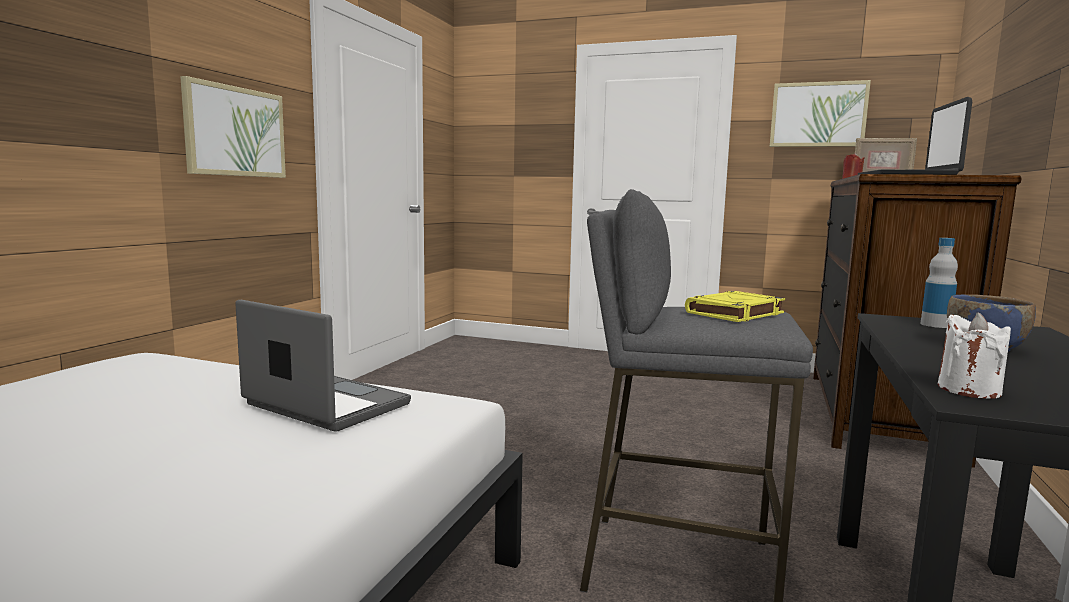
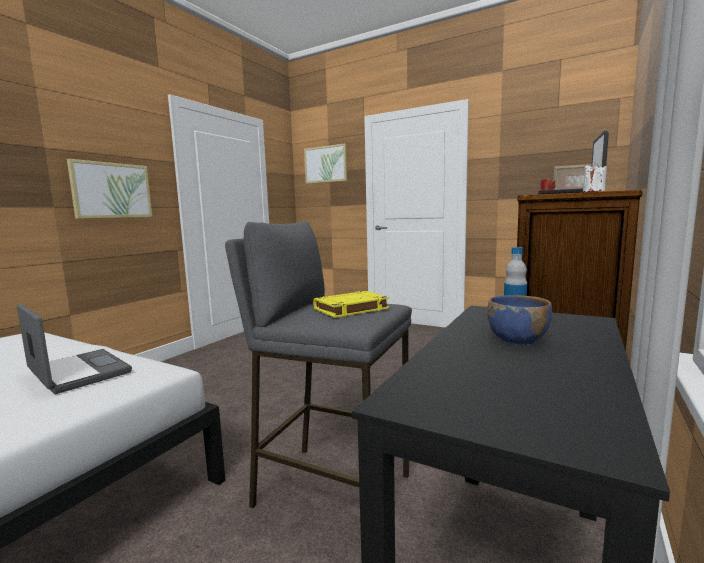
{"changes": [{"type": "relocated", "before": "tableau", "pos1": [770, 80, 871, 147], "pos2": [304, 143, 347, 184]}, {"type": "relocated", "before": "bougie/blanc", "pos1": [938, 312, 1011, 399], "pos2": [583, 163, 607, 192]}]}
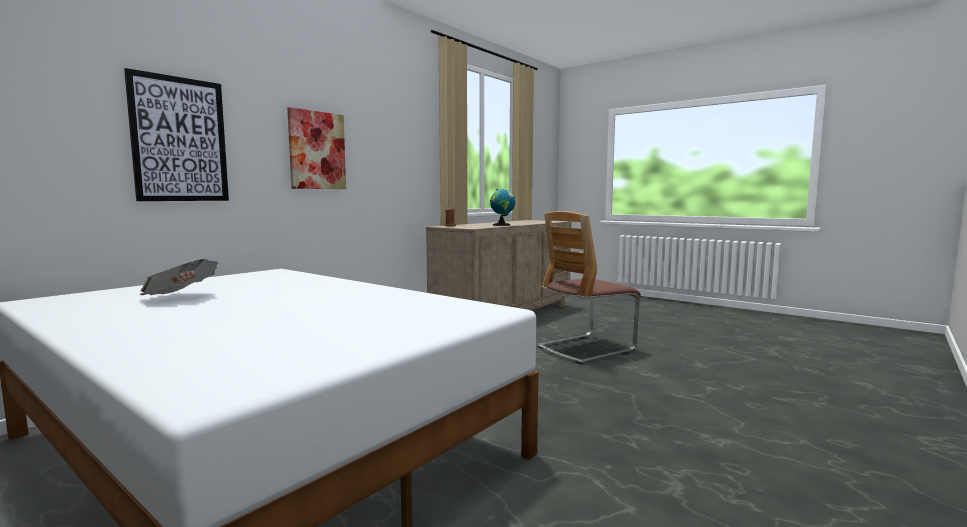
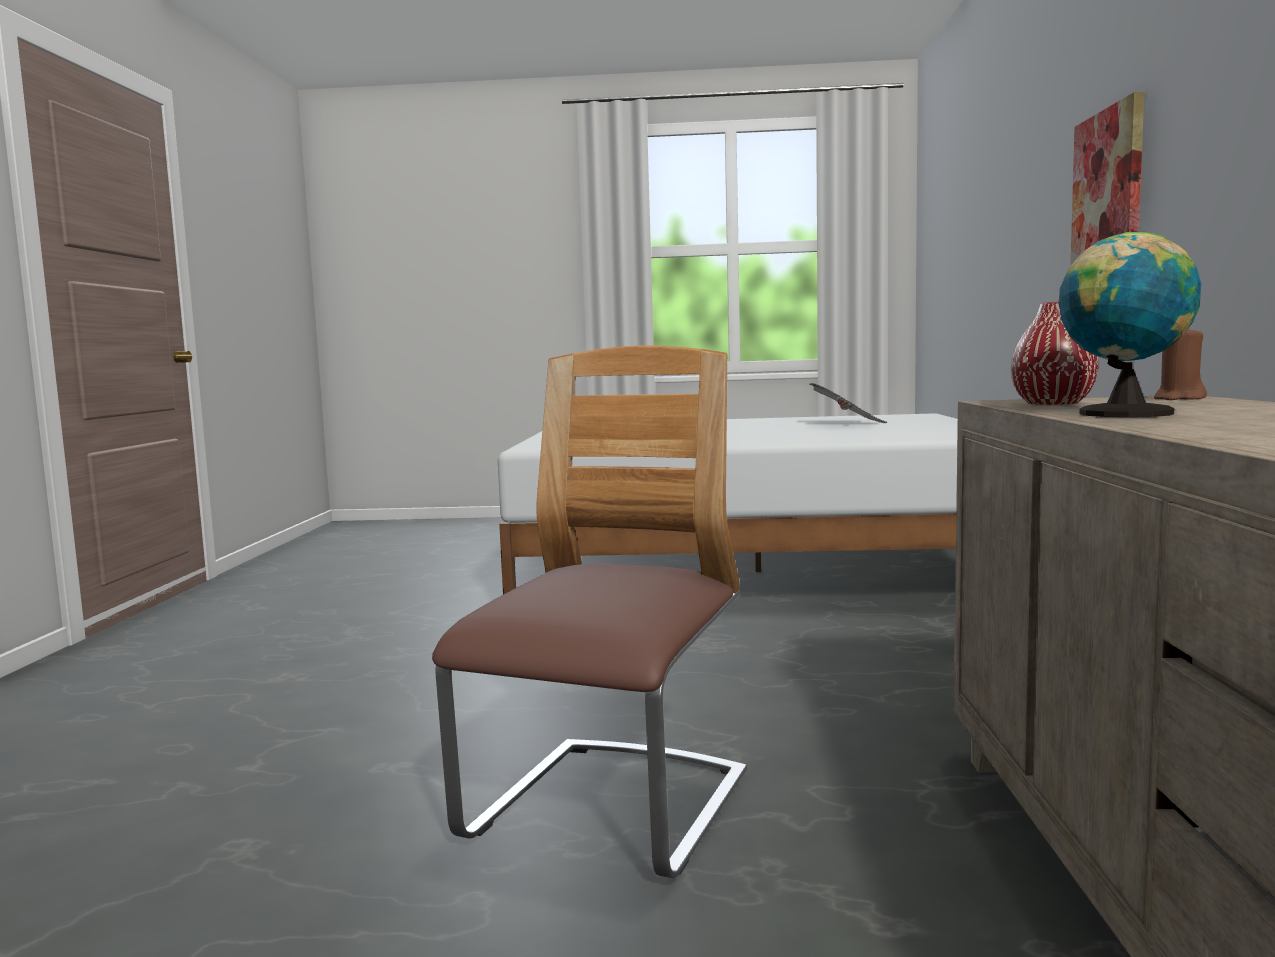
{"changes": [{"type": "missing", "before": "tableau", "pos1": [124, 68, 229, 201]}, {"type": "appeared", "after": "vase/rouge", "pos2": [1011, 302, 1099, 405]}]}
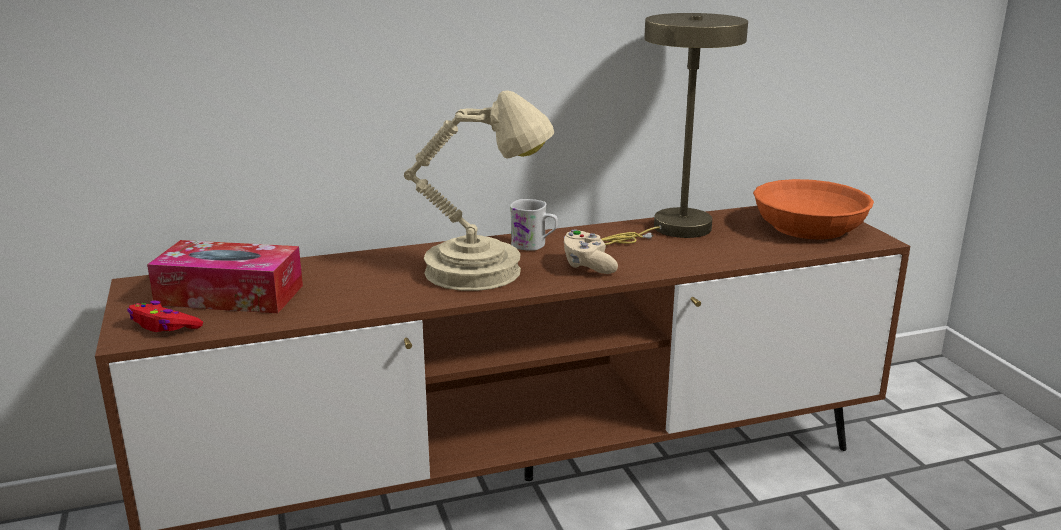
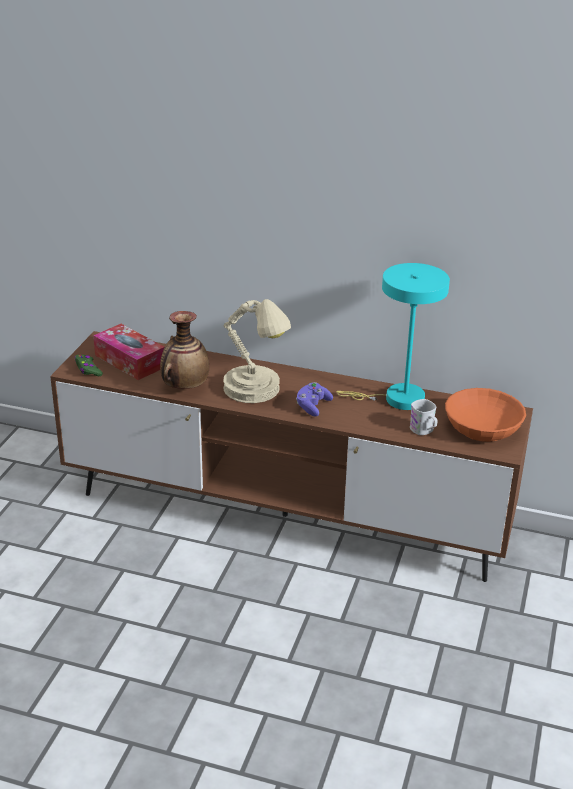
{"changes": [{"type": "appeared", "after": "vase", "pos2": [160, 311, 209, 389]}, {"type": "relocated", "before": "mug/blanc", "pos1": [510, 199, 558, 251], "pos2": [410, 399, 438, 435]}, {"type": "colour", "before": "manette/rouge", "after": "manette/vert", "pos1": [127, 301, 203, 332], "pos2": [75, 355, 103, 376]}, {"type": "colour", "before": "manette/beige", "after": "manette/violet", "pos1": [564, 230, 618, 274], "pos2": [296, 382, 333, 416]}, {"type": "colour", "before": "lampe de table/beige", "after": "lampe de table/turquoise", "pos1": [602, 13, 748, 245], "pos2": [336, 263, 450, 410]}]}
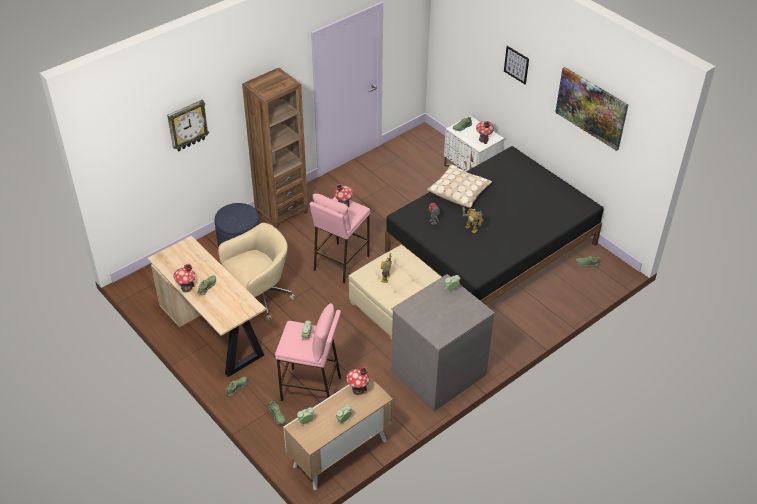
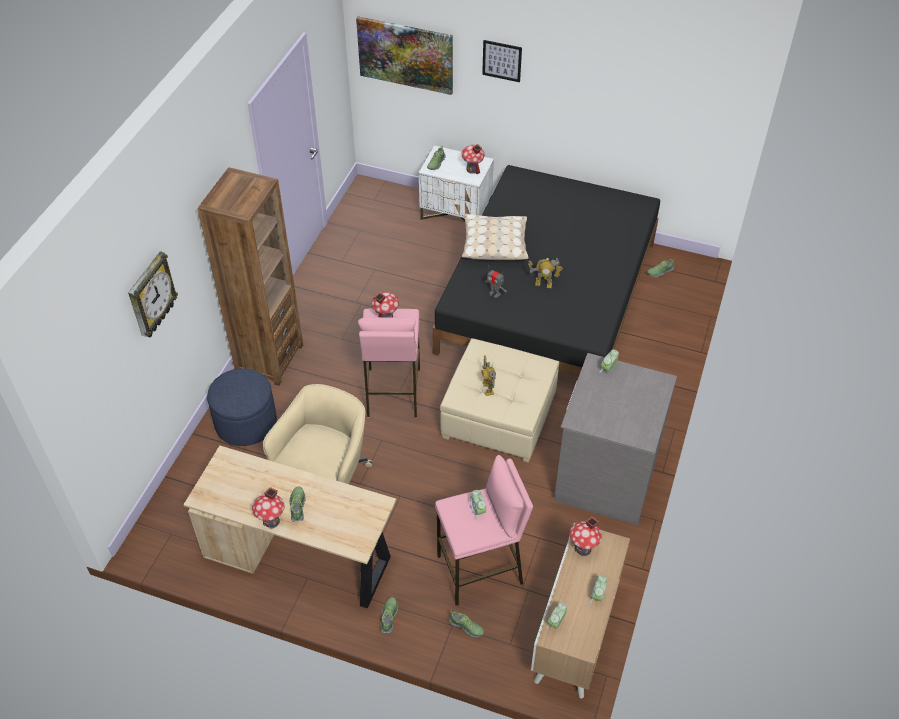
{"changes": [{"type": "relocated", "before": "tableau", "pos1": [555, 67, 628, 151], "pos2": [356, 16, 453, 95]}]}
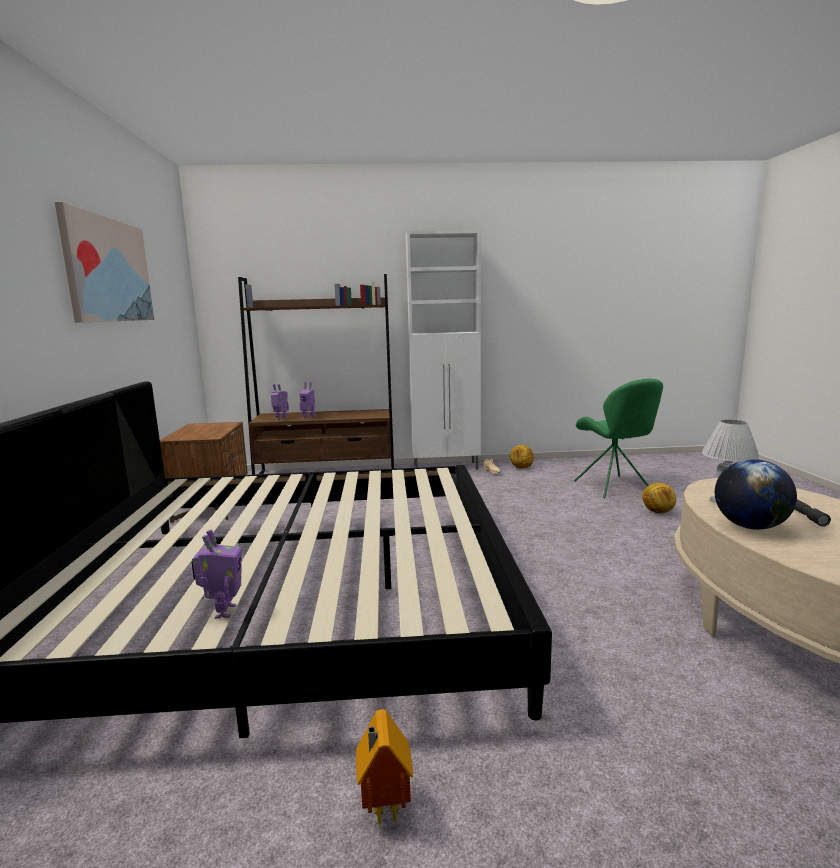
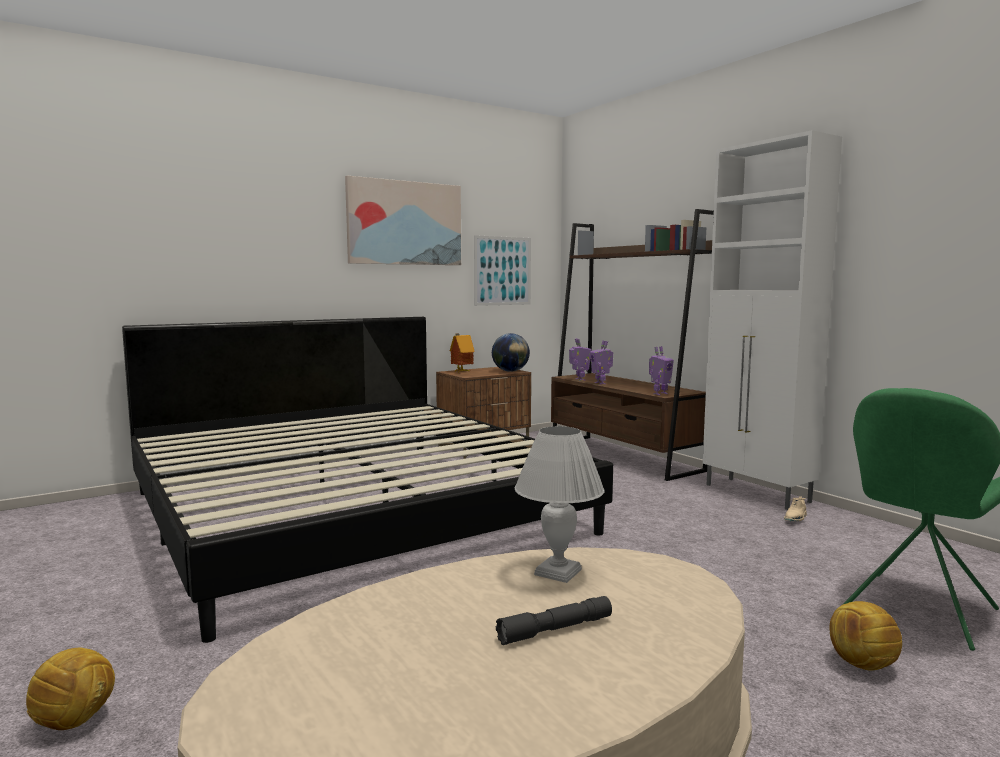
{"changes": [{"type": "appeared", "after": "tableau", "pos2": [474, 235, 531, 306]}, {"type": "relocated", "before": "robot jouet", "pos1": [192, 529, 242, 619], "pos2": [649, 346, 674, 395]}, {"type": "relocated", "before": "maison miniature", "pos1": [356, 709, 413, 826], "pos2": [450, 334, 475, 373]}, {"type": "relocated", "before": "ballon de foot", "pos1": [510, 445, 534, 469], "pos2": [26, 648, 115, 730]}, {"type": "relocated", "before": "globe", "pos1": [715, 459, 797, 530], "pos2": [492, 333, 530, 372]}]}
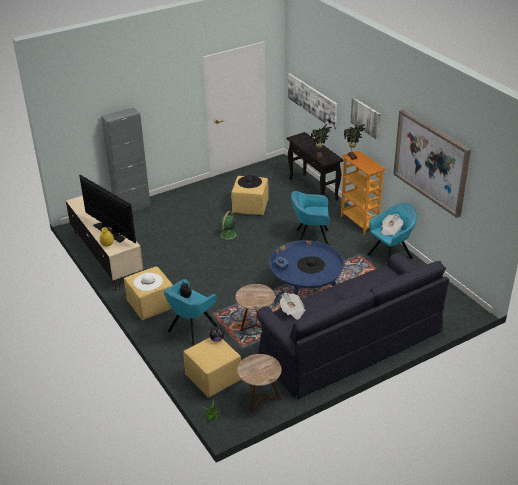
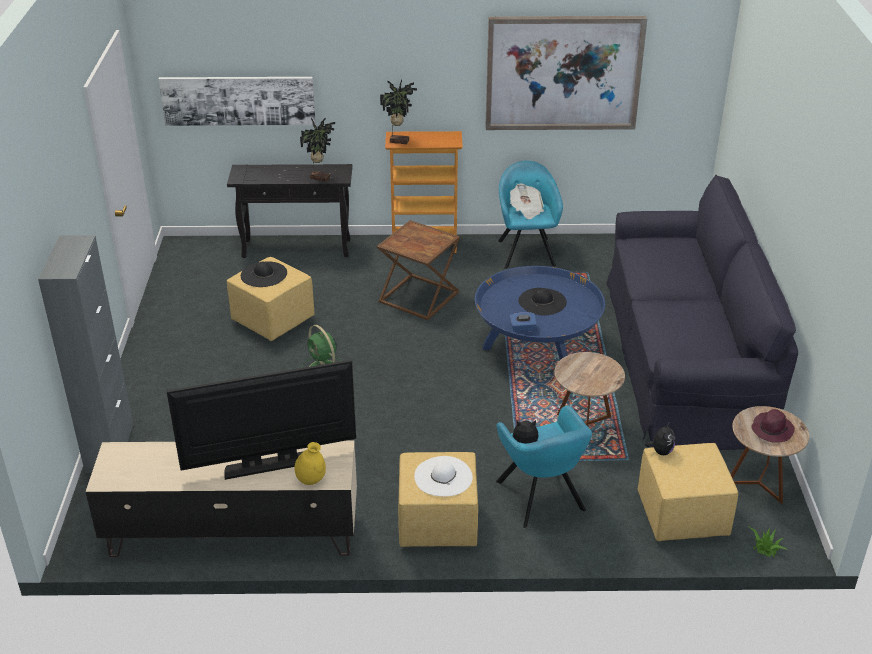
{"changes": [{"type": "missing", "before": "journal", "pos1": [279, 293, 305, 320]}, {"type": "missing", "before": "tableau", "pos1": [350, 98, 380, 139]}, {"type": "appeared", "after": "chapeau/violet", "pos2": [751, 409, 795, 443]}, {"type": "exchanged", "before": "fauteuil/turquoise", "after": "table d'appoint/marron", "pos1": [291, 191, 329, 245], "pos2": [377, 220, 460, 320]}]}
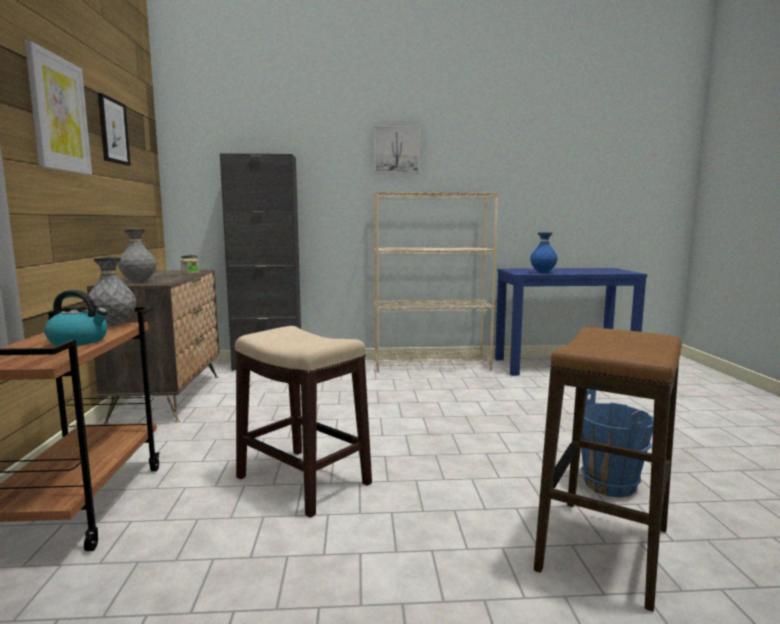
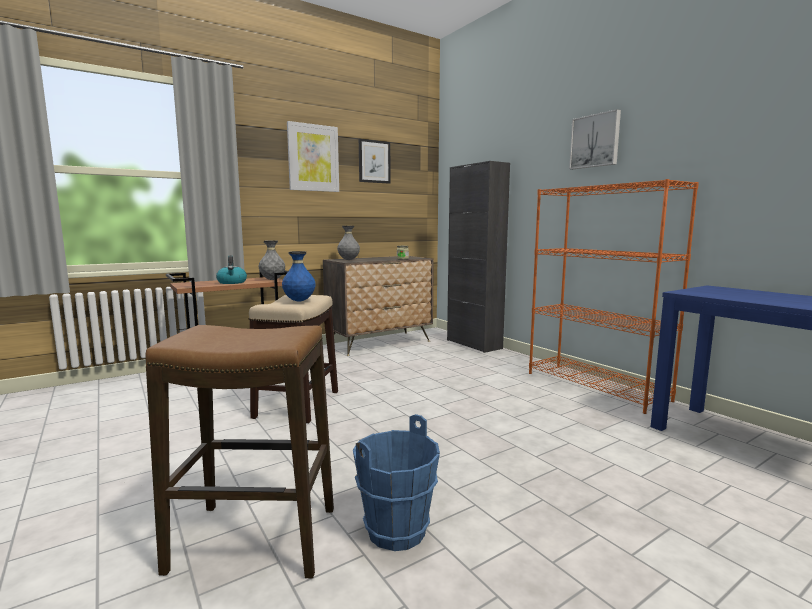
{"changes": [{"type": "relocated", "before": "vase/bleu", "pos1": [530, 232, 558, 273], "pos2": [282, 251, 316, 302]}, {"type": "colour", "before": "bibliothèque/beige", "after": "bibliothèque/orange", "pos1": [374, 191, 498, 372], "pos2": [529, 179, 699, 414]}]}
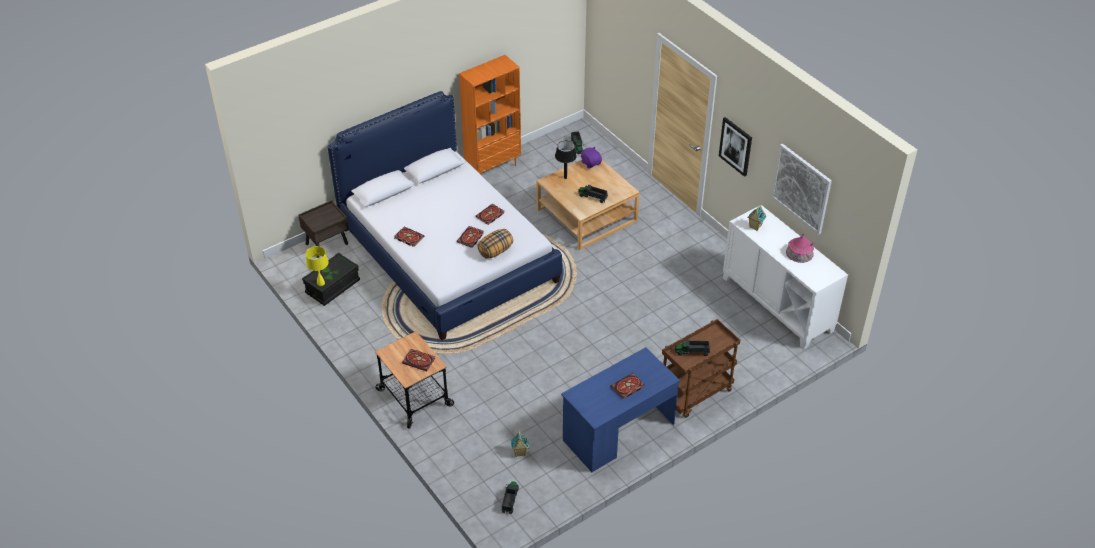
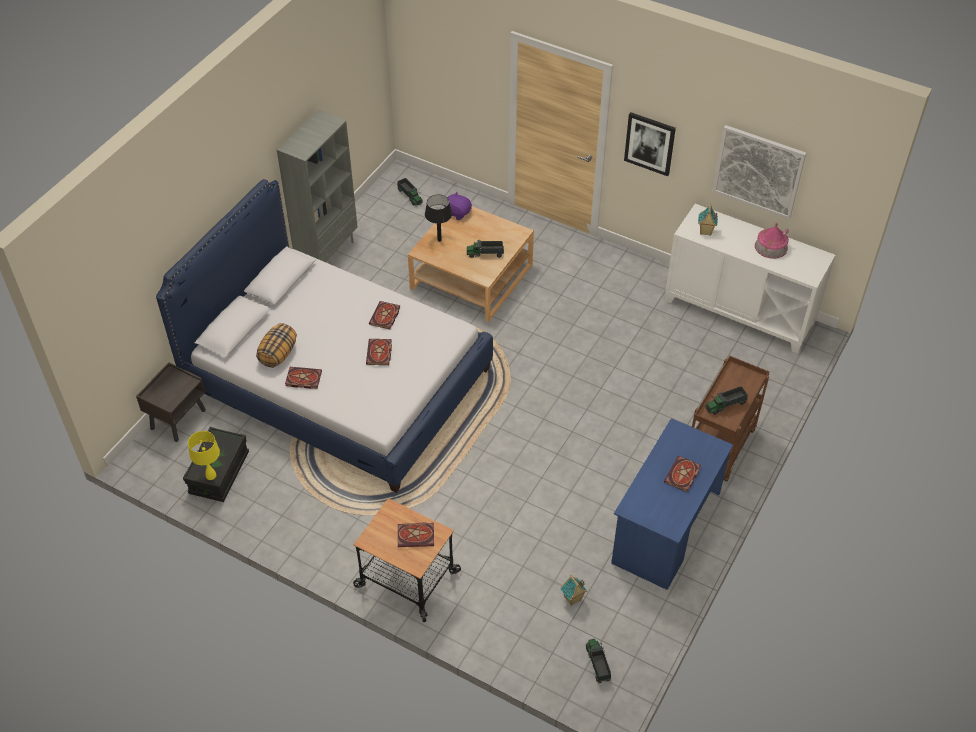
{"changes": [{"type": "relocated", "before": "coussin", "pos1": [477, 229, 513, 259], "pos2": [256, 323, 297, 368]}, {"type": "colour", "before": "bibliothèque/orange", "after": "bibliothèque/gris", "pos1": [459, 55, 521, 176], "pos2": [277, 110, 358, 262]}]}
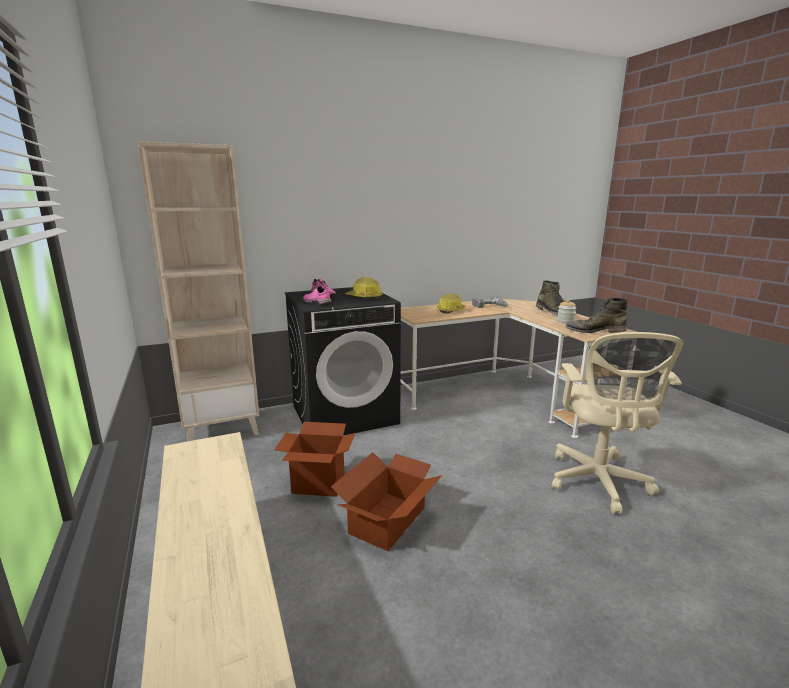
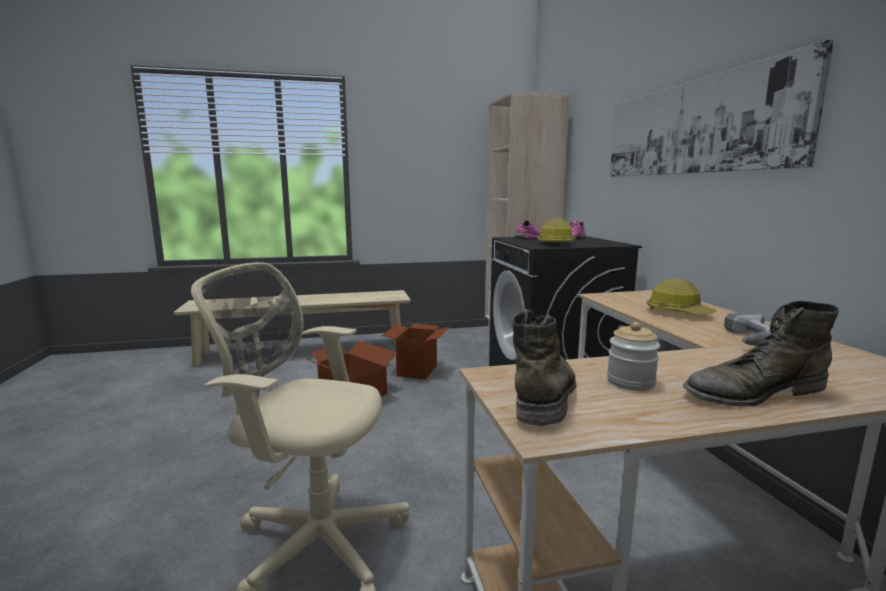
{"changes": [{"type": "appeared", "after": "tableau", "pos2": [610, 40, 834, 177]}]}
